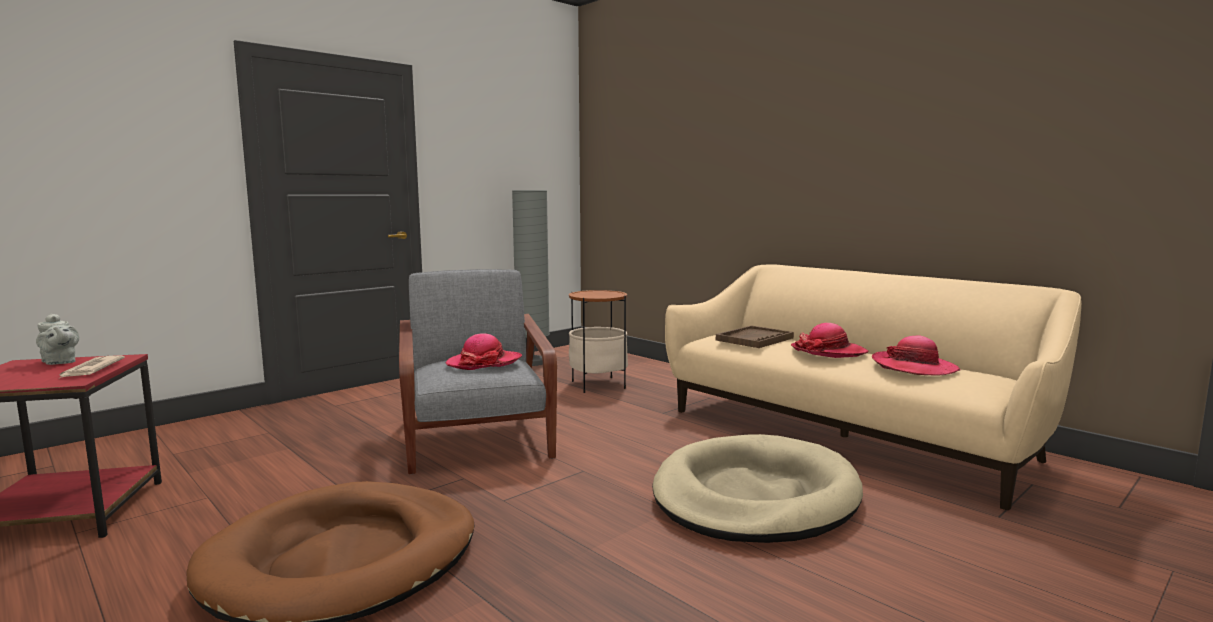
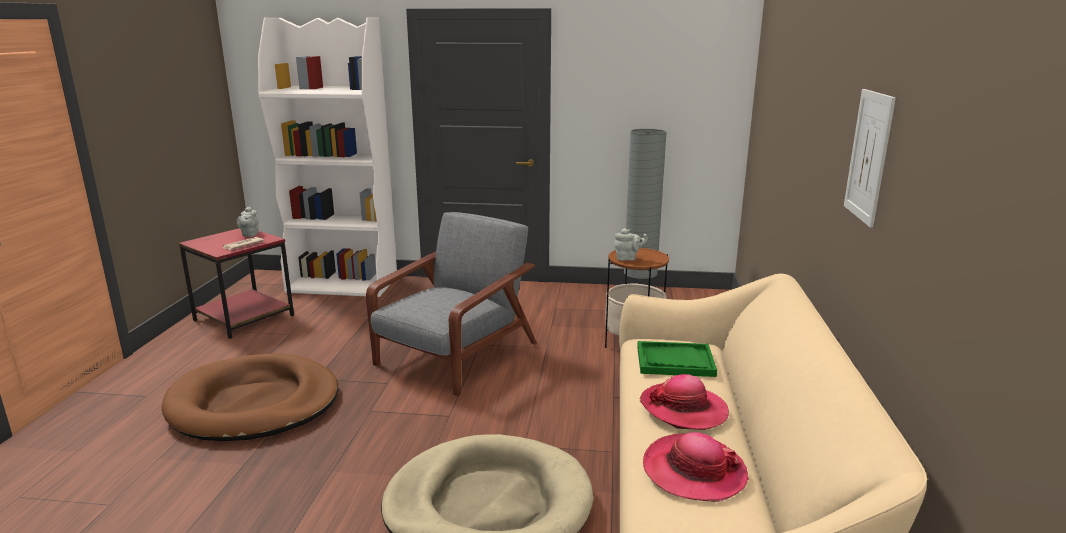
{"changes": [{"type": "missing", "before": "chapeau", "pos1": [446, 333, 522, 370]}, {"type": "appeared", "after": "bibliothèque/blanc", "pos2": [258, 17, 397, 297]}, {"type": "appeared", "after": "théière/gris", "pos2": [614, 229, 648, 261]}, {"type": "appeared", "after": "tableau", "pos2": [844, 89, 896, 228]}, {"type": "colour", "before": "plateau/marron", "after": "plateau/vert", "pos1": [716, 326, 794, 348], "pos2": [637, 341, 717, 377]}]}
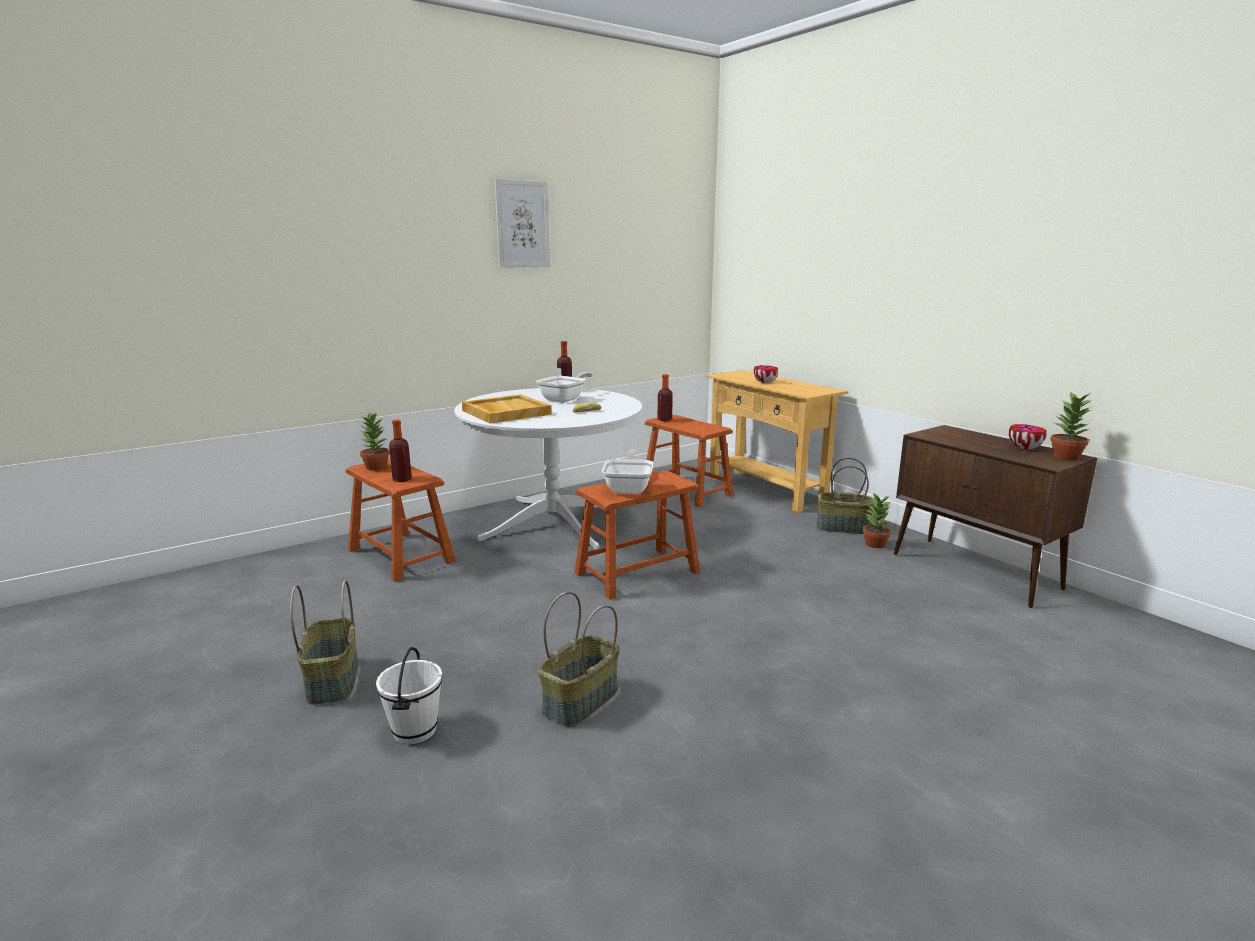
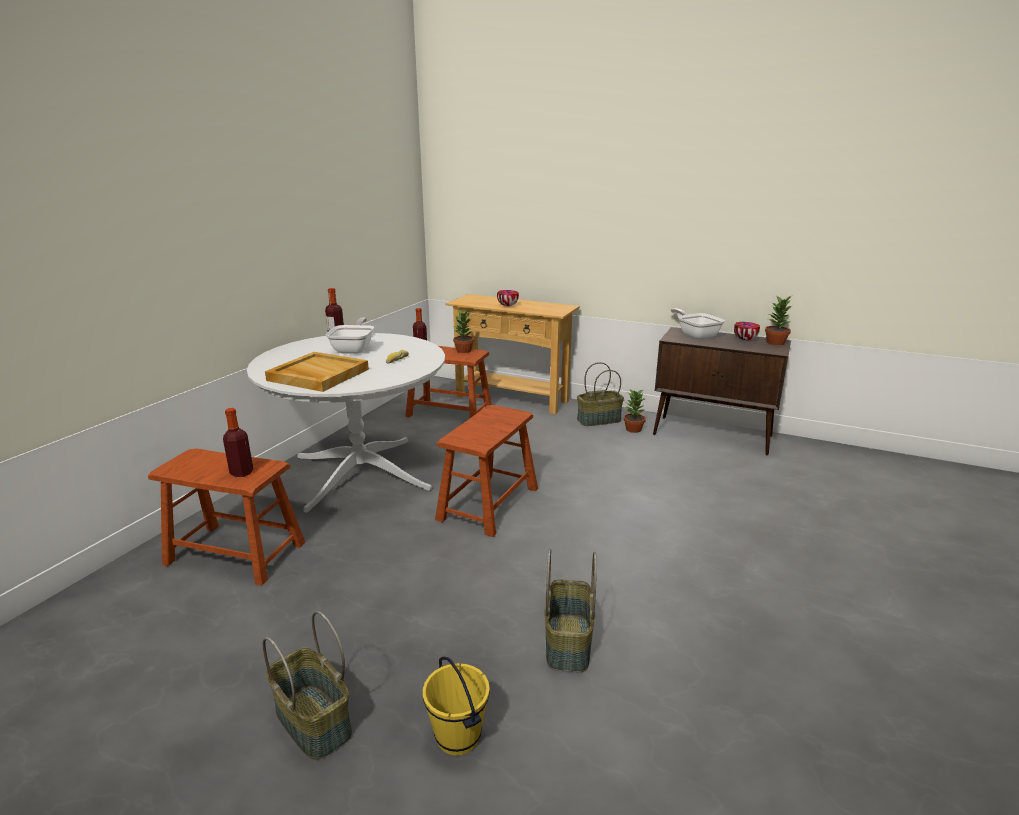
{"changes": [{"type": "missing", "before": "tableau", "pos1": [494, 179, 550, 267]}, {"type": "relocated", "before": "plante en pot", "pos1": [360, 412, 390, 471], "pos2": [453, 310, 474, 353]}, {"type": "relocated", "before": "poêle", "pos1": [602, 450, 653, 494], "pos2": [671, 308, 725, 340]}, {"type": "colour", "before": "seau/blanc", "after": "seau/jaune", "pos1": [376, 647, 442, 744], "pos2": [423, 656, 490, 756]}]}
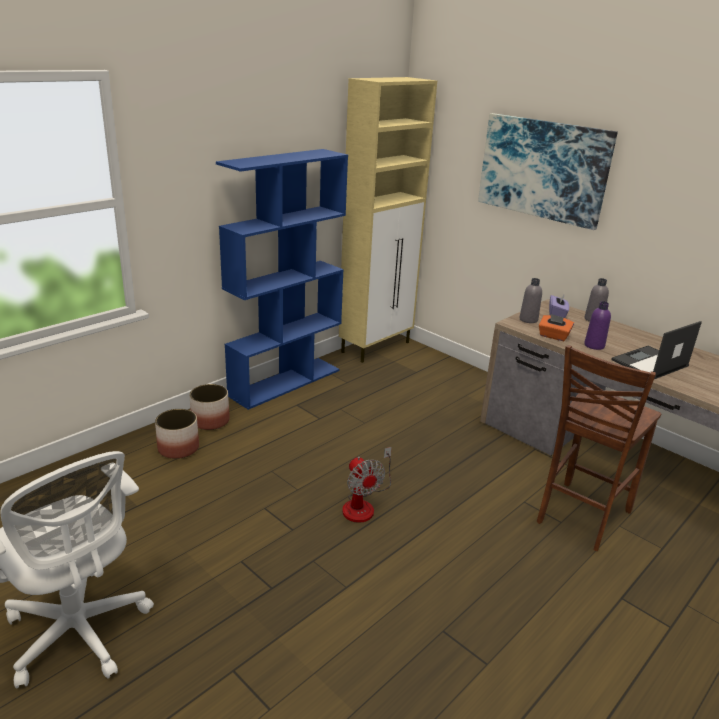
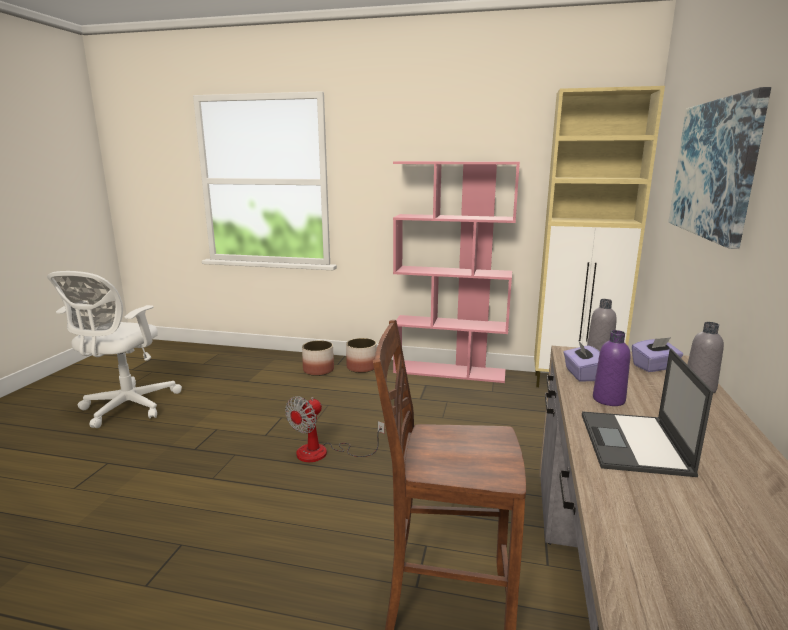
{"changes": [{"type": "colour", "before": "bibliothèque/bleu", "after": "bibliothèque/rose", "pos1": [216, 149, 348, 410], "pos2": [393, 161, 520, 383]}, {"type": "colour", "before": "boîte à mouchoirs/orange", "after": "boîte à mouchoirs/violet", "pos1": [539, 314, 574, 341], "pos2": [563, 340, 600, 381]}, {"type": "spun", "before": "ordinateur portable", "pos1": [612, 321, 702, 379], "pos2": [582, 348, 713, 477], "turn": -105}]}
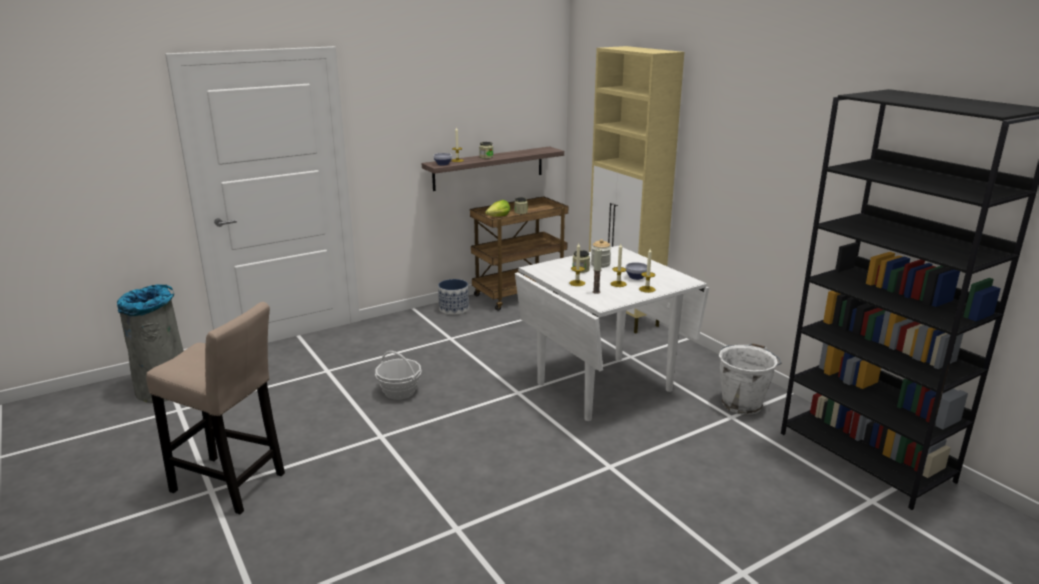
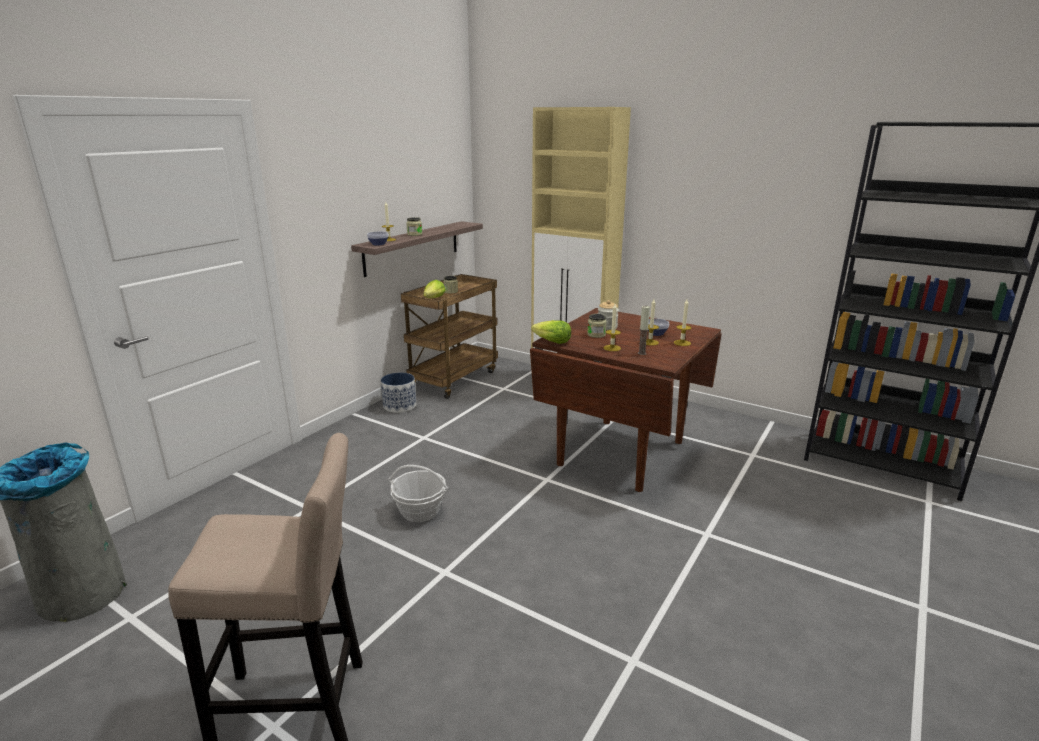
{"changes": [{"type": "missing", "before": "seau/blanc", "pos1": [719, 343, 782, 415]}, {"type": "appeared", "after": "laitue", "pos2": [531, 320, 571, 344]}, {"type": "colour", "before": "table à manger/blanc", "after": "table à manger/marron", "pos1": [515, 246, 709, 421], "pos2": [530, 308, 722, 492]}]}
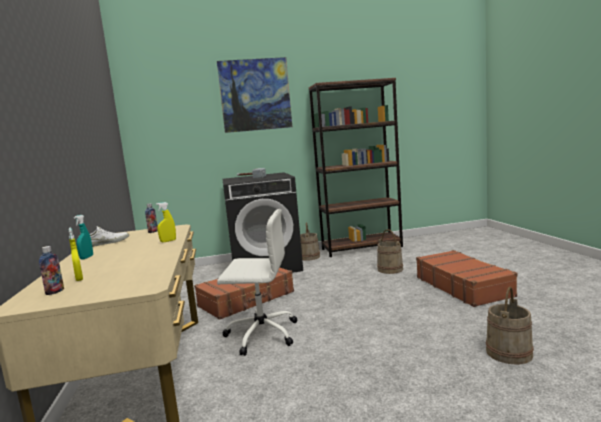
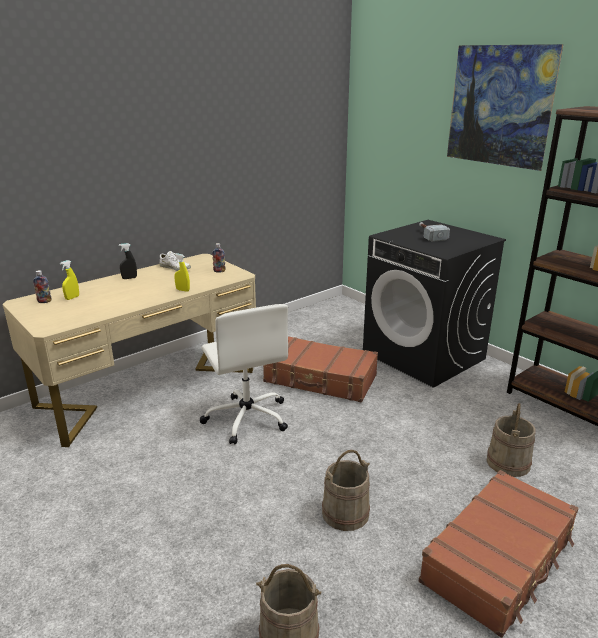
{"changes": [{"type": "relocated", "before": "seau/beige", "pos1": [300, 222, 320, 261], "pos2": [322, 450, 370, 531]}, {"type": "colour", "before": "vaporisateur/turquoise", "after": "vaporisateur/noir", "pos1": [74, 215, 93, 259], "pos2": [119, 243, 137, 279]}]}
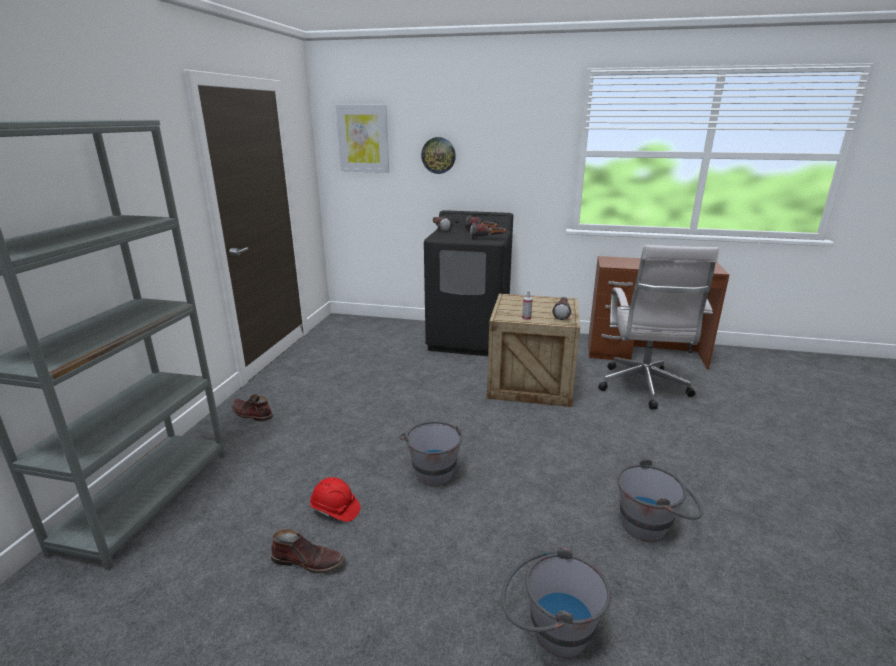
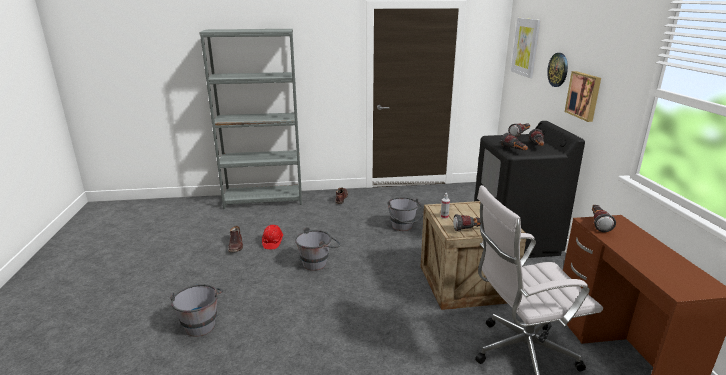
{"changes": [{"type": "appeared", "after": "tableau", "pos2": [565, 71, 601, 122]}, {"type": "appeared", "after": "lampe de poche", "pos2": [592, 205, 616, 232]}, {"type": "relocated", "before": "seau/gris", "pos1": [617, 458, 703, 542], "pos2": [387, 197, 424, 231]}]}
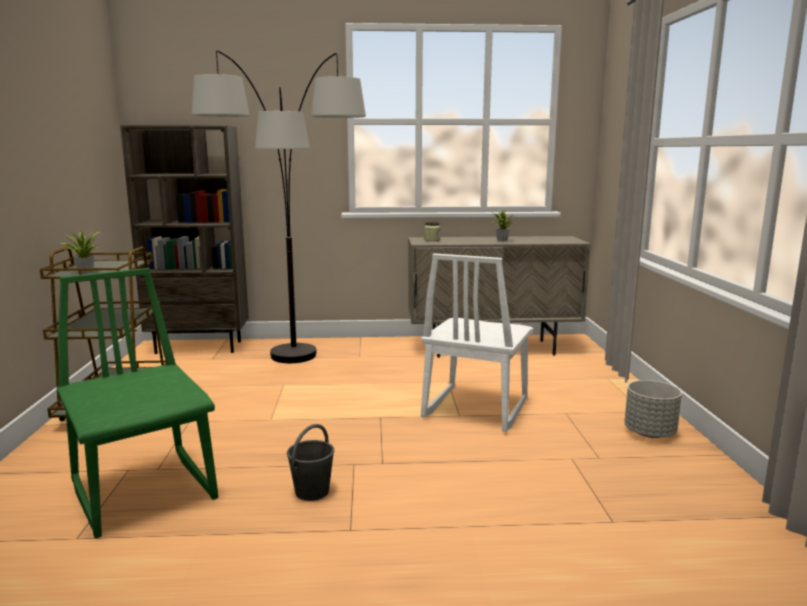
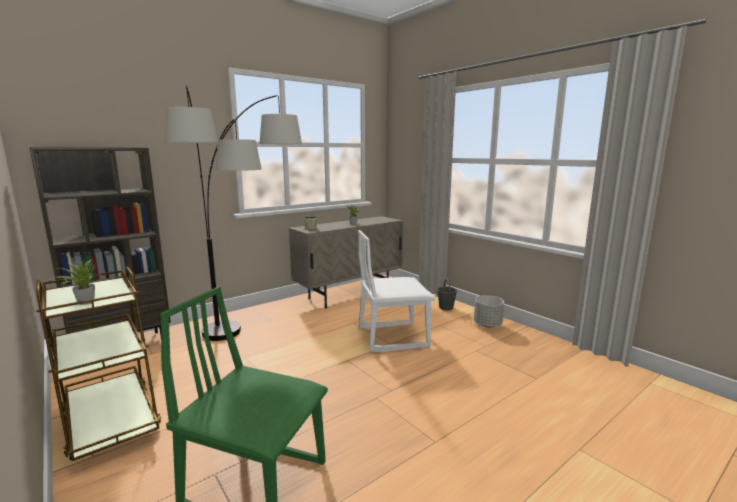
{"changes": [{"type": "relocated", "before": "seau/gris", "pos1": [287, 424, 334, 501], "pos2": [437, 279, 457, 310]}, {"type": "spun", "before": "chaise/blanc", "pos1": [421, 253, 533, 432], "pos2": [358, 230, 435, 352], "turn": 90}]}
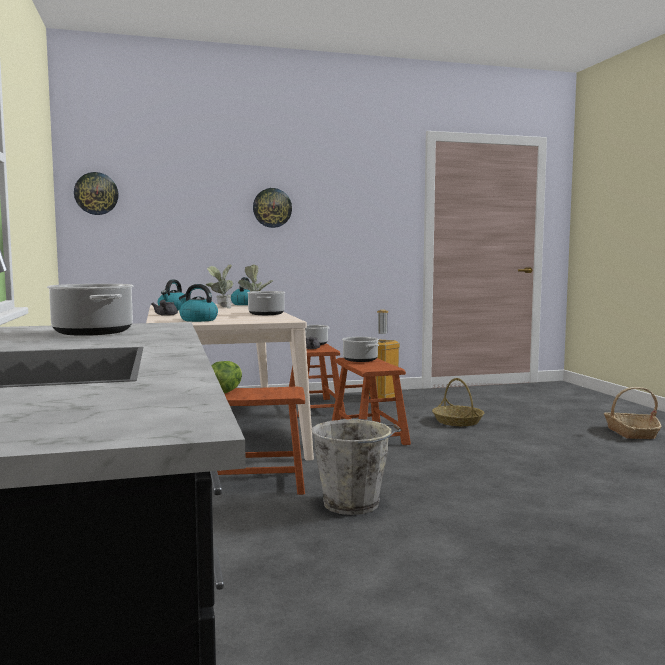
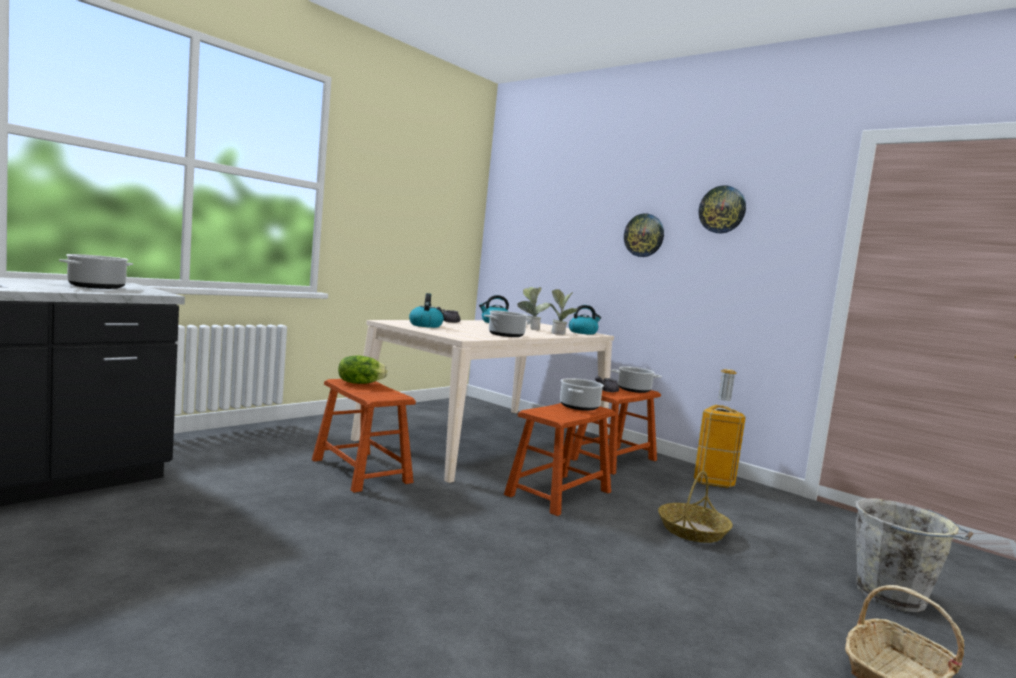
{"changes": [{"type": "relocated", "before": "horloge murale", "pos1": [74, 172, 119, 215], "pos2": [698, 185, 746, 233]}, {"type": "relocated", "before": "seau/gris", "pos1": [311, 419, 401, 515], "pos2": [855, 499, 973, 612]}]}
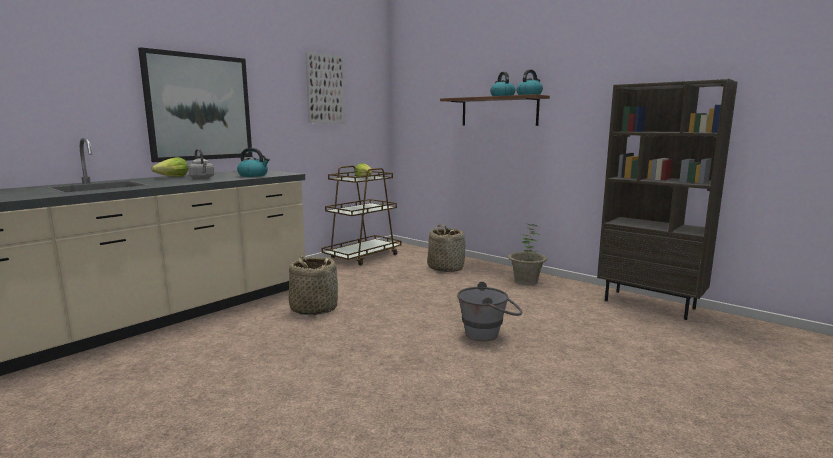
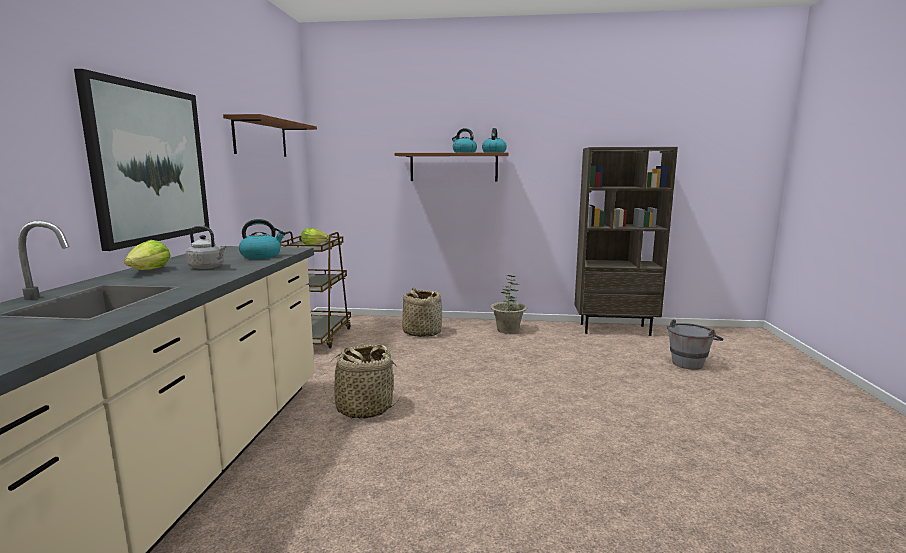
{"changes": [{"type": "relocated", "before": "seau/gris", "pos1": [457, 282, 522, 341], "pos2": [667, 319, 723, 370]}, {"type": "exchanged", "before": "tableau", "after": "étagère/marron", "pos1": [305, 52, 345, 123], "pos2": [223, 114, 317, 157]}]}
